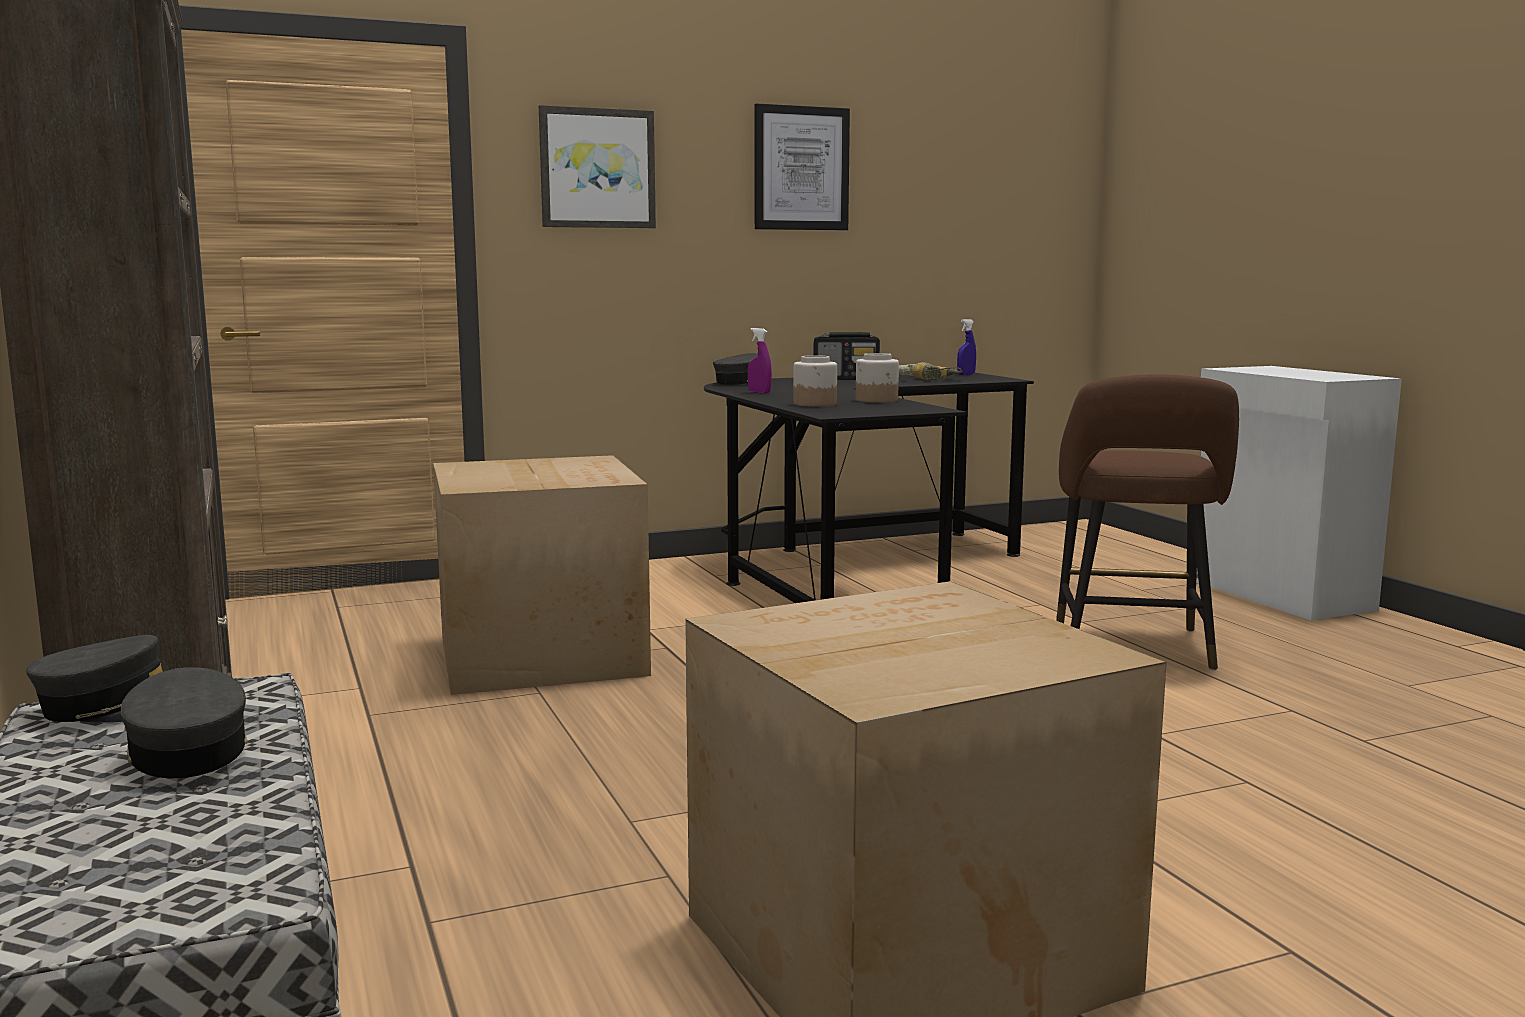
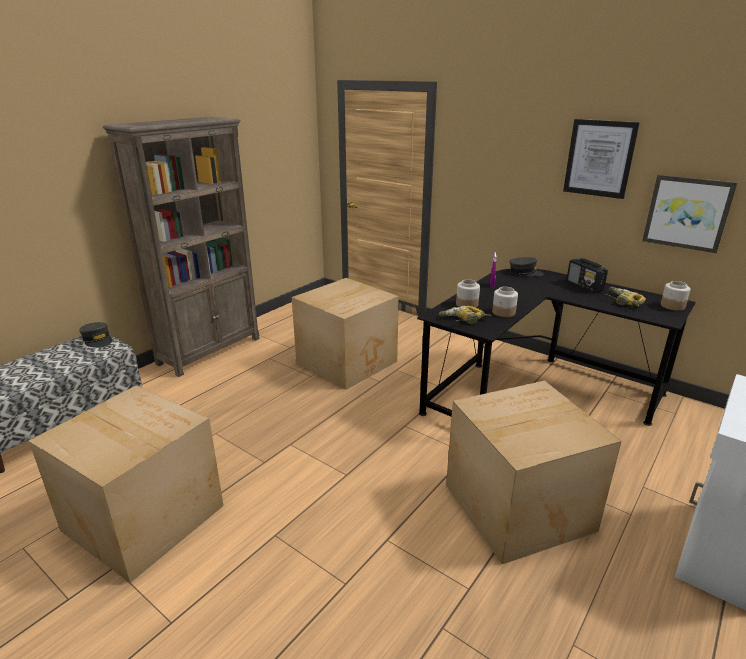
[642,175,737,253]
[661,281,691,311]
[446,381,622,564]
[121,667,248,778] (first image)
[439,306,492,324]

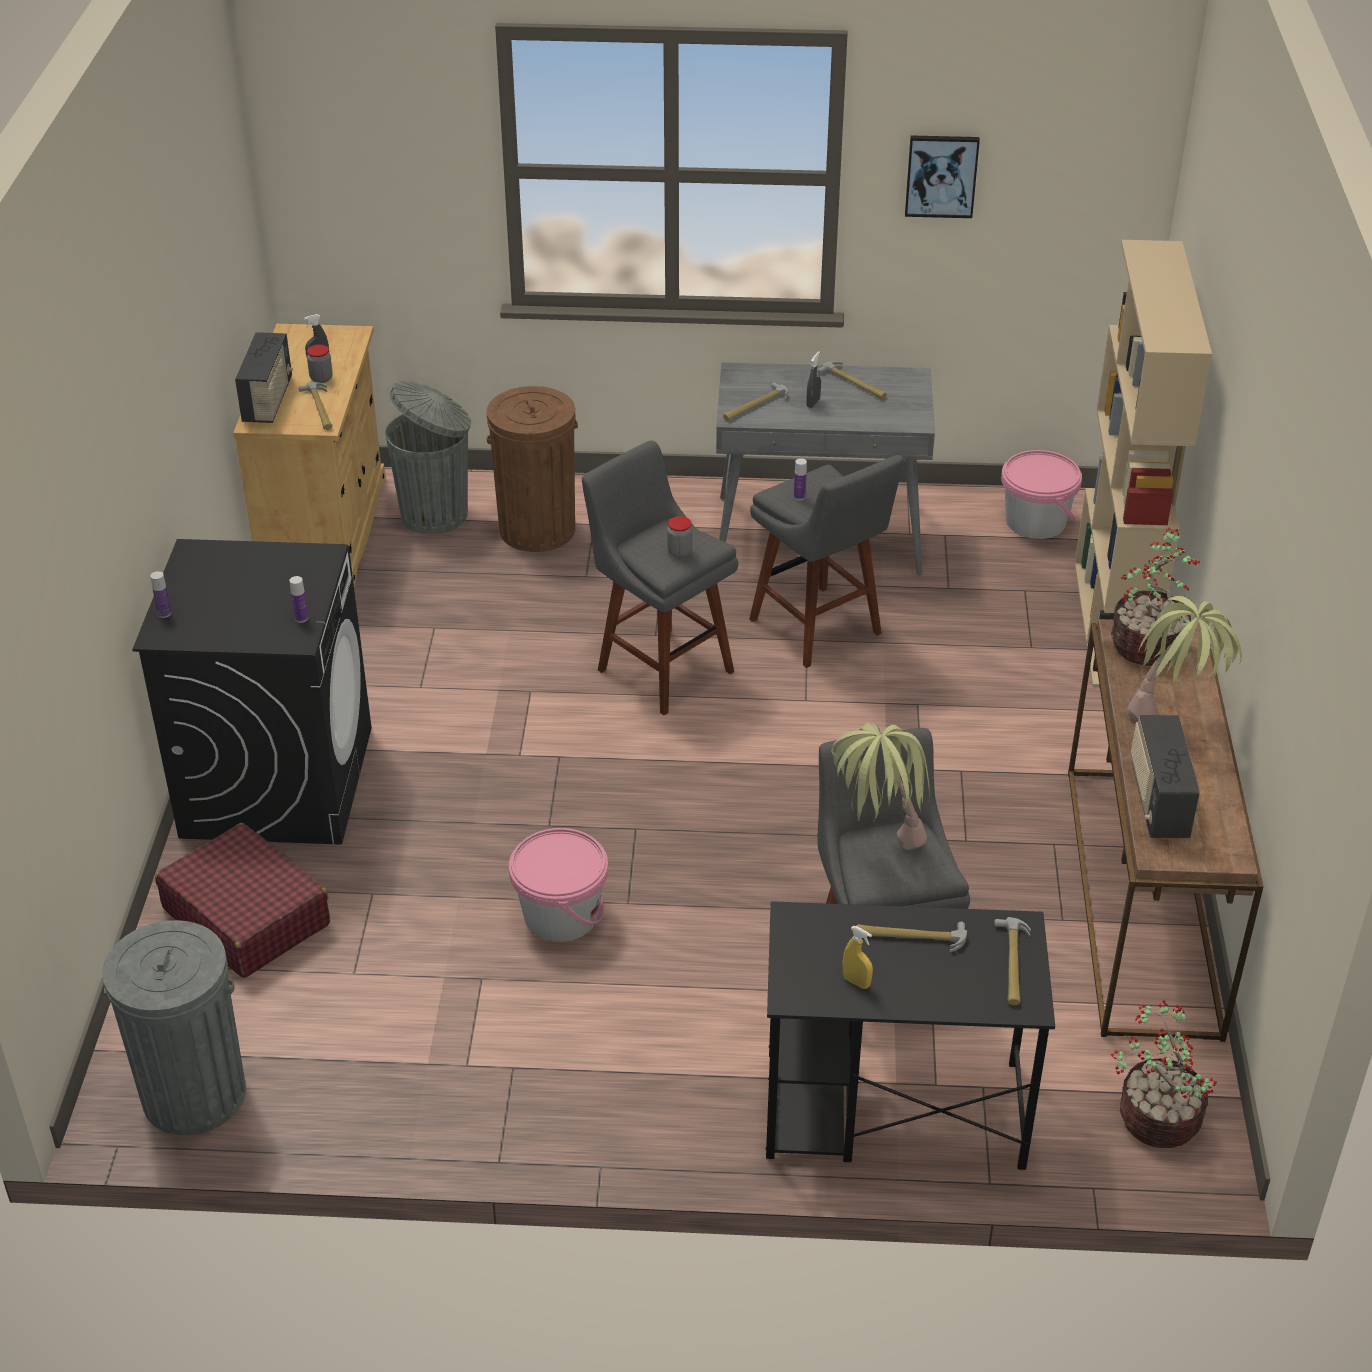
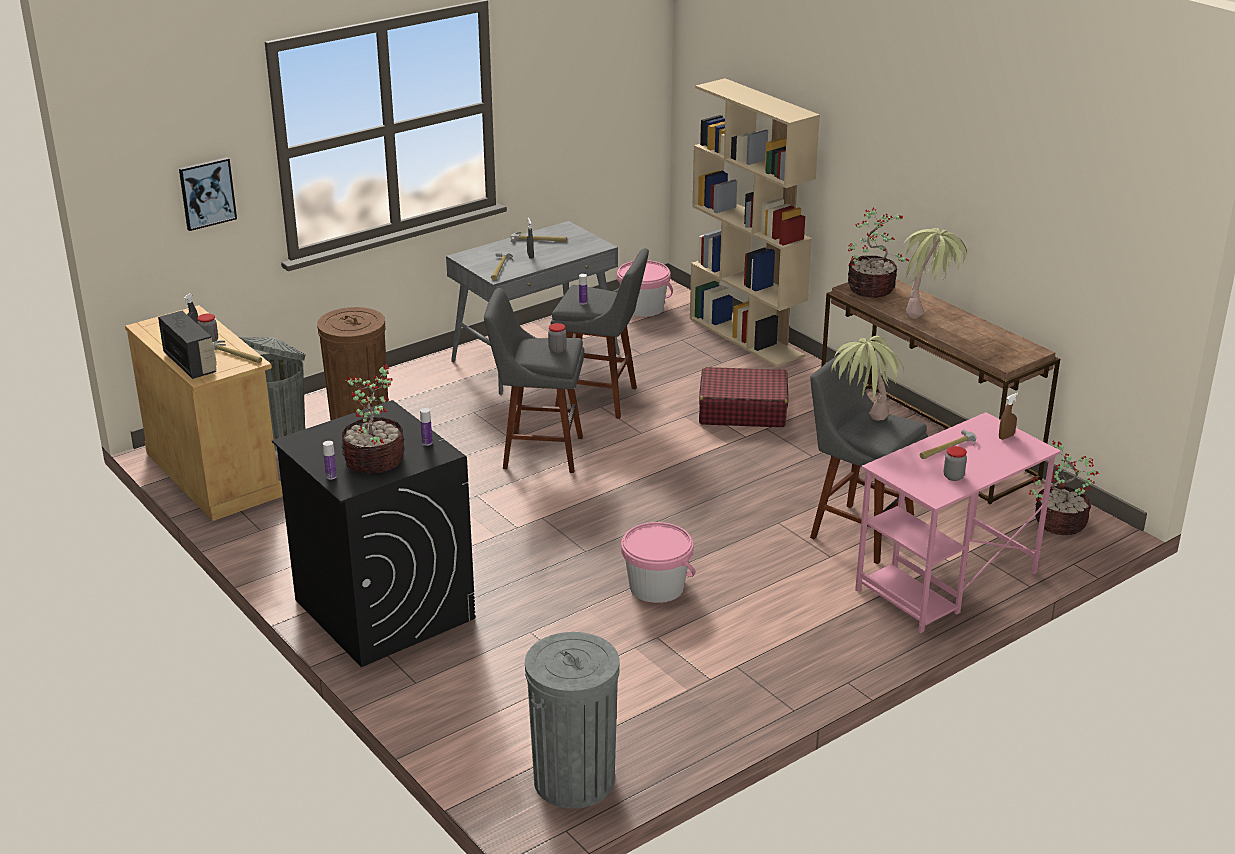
[179,157,237,231]
[1131,715,1200,838] (first image)
[699,367,788,427]
[855,412,1061,633]
[999,393,1018,440]
[944,446,967,481]
[341,364,405,474]

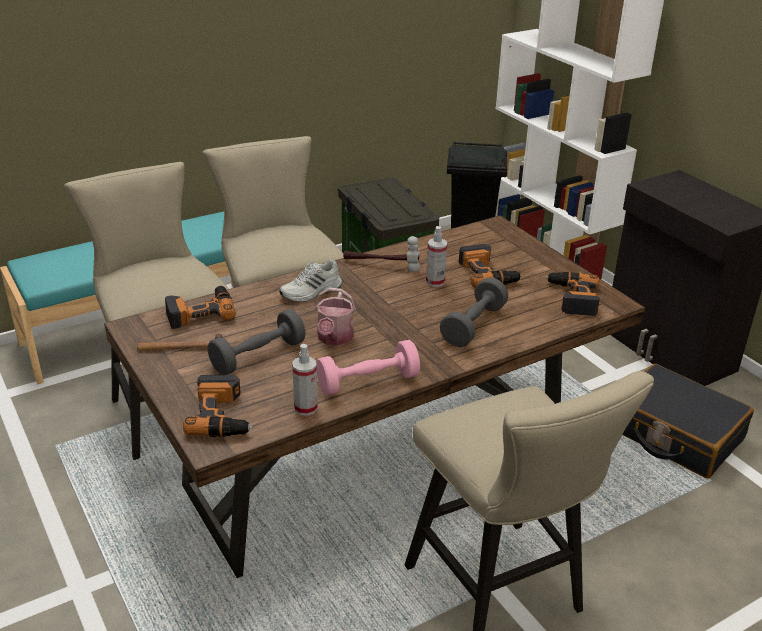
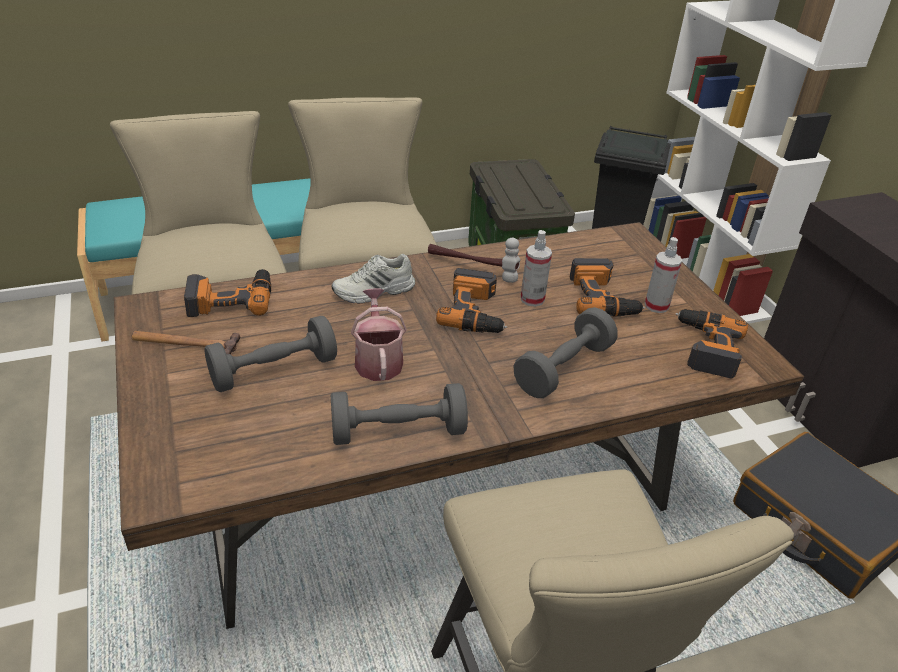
[351,289,407,381]
[331,383,468,445]
[645,237,682,313]
[436,268,508,333]

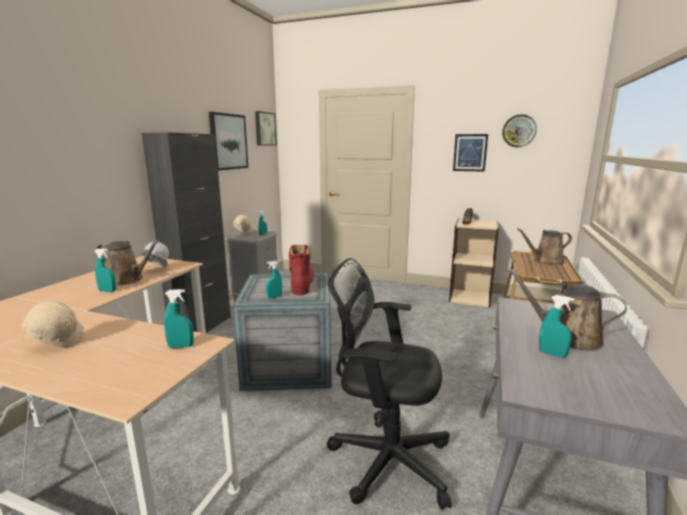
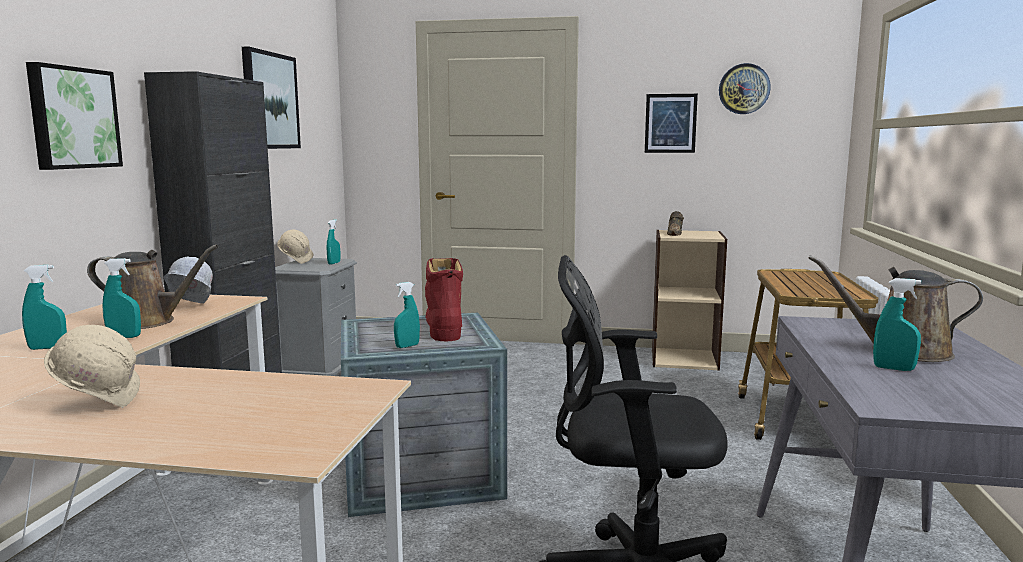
[26,62,123,170]
[517,228,572,265] (first image)
[22,265,67,350]

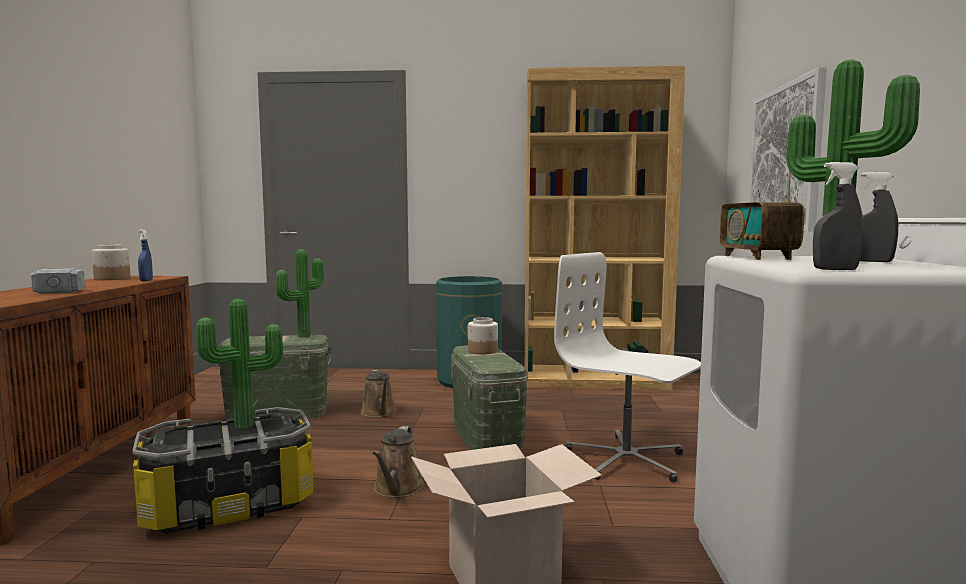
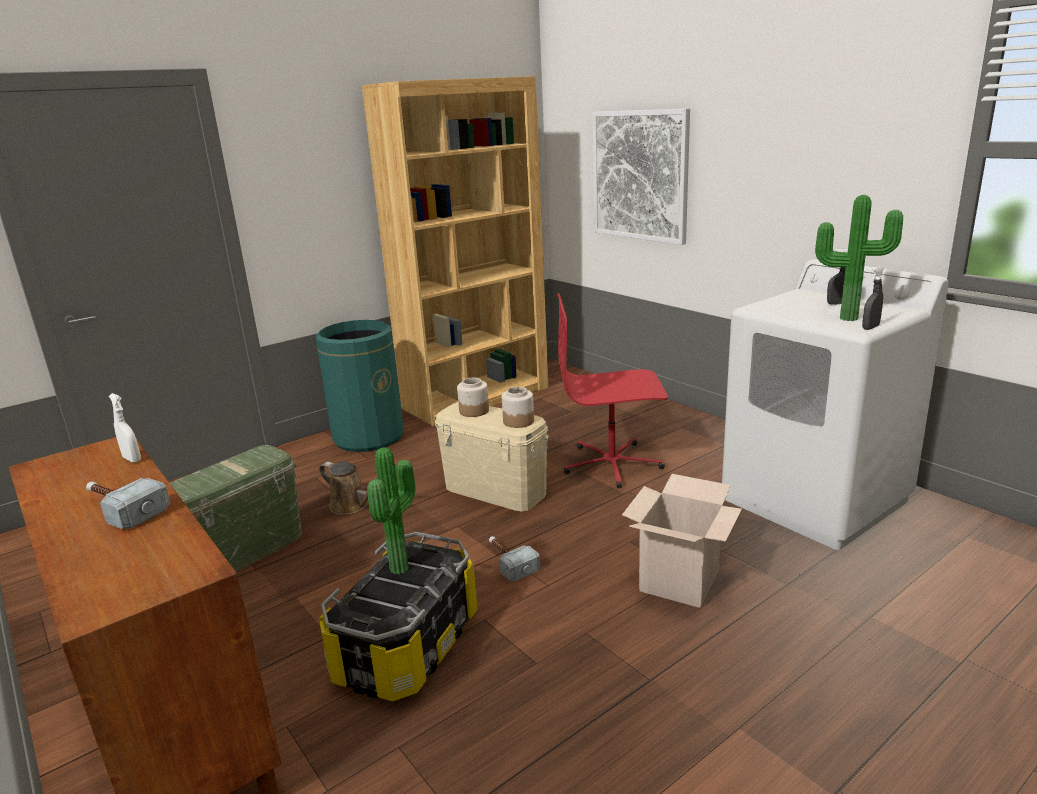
[720,170,805,260] (first image)
[109,393,141,462]
[502,387,534,428]
[276,249,324,338] (first image)
[557,293,668,488]
[435,402,550,511]
[489,536,540,581]

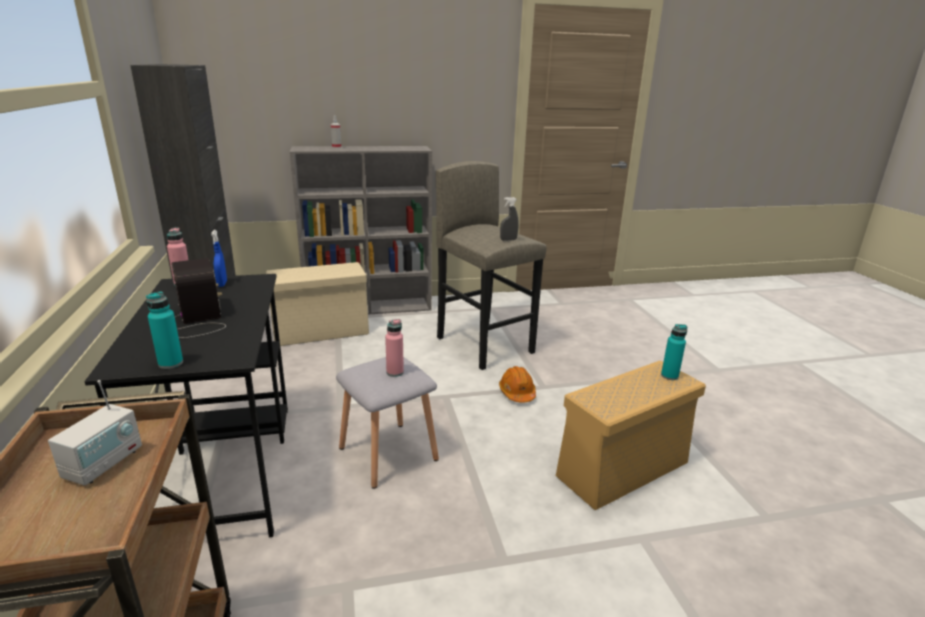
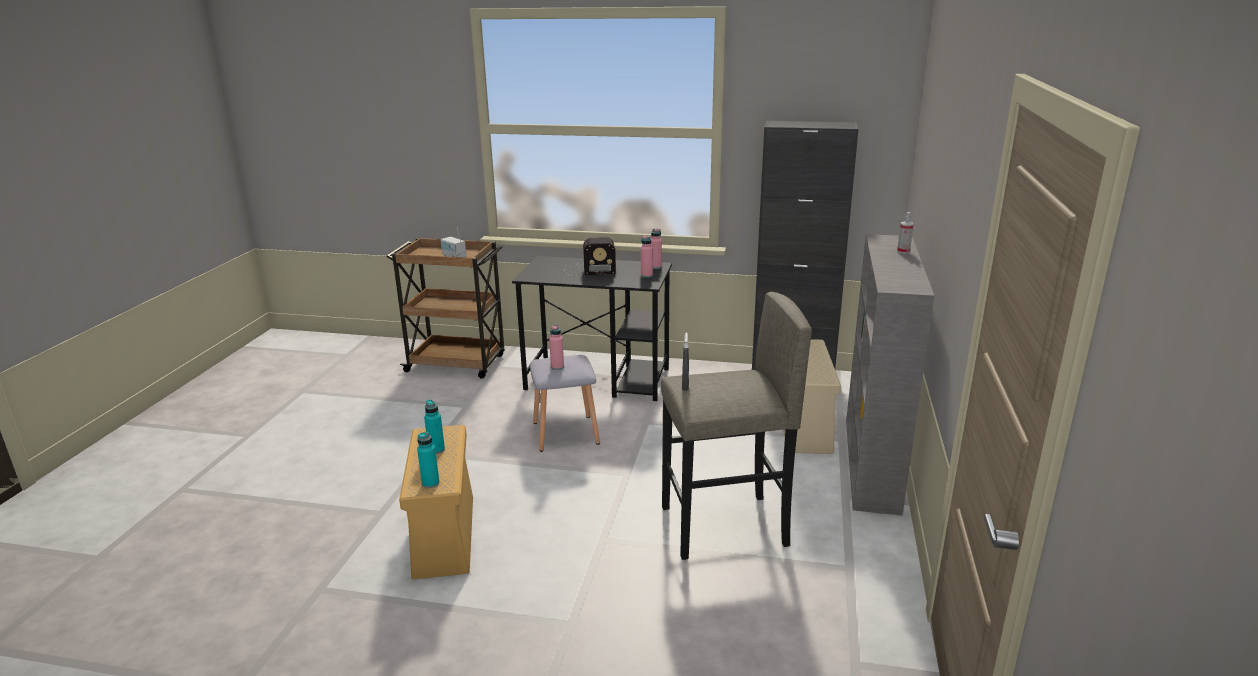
[641,236,653,278]
[424,400,445,454]
[499,366,536,403] (first image)

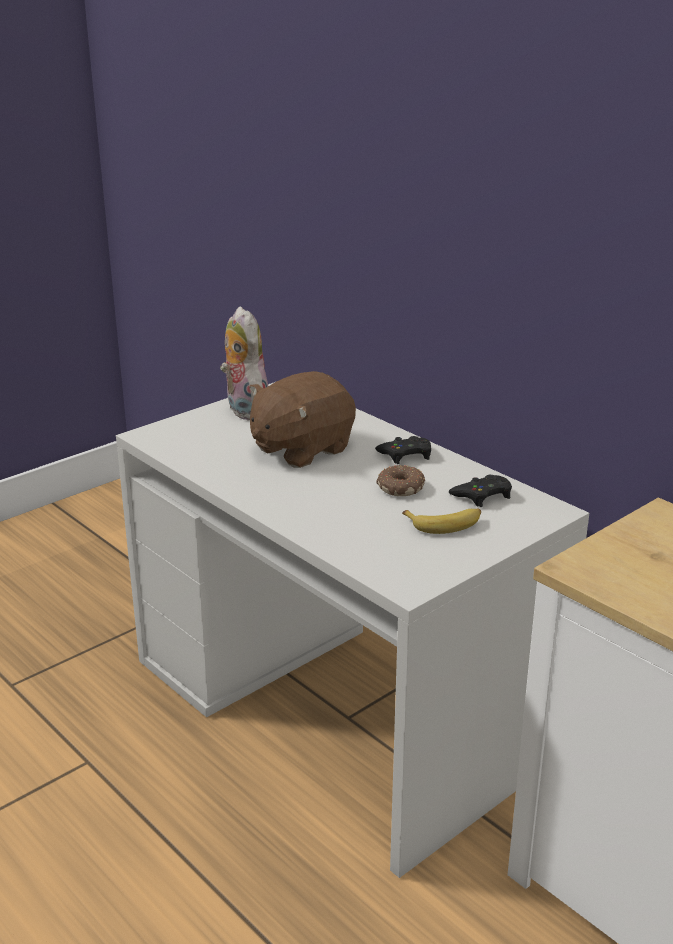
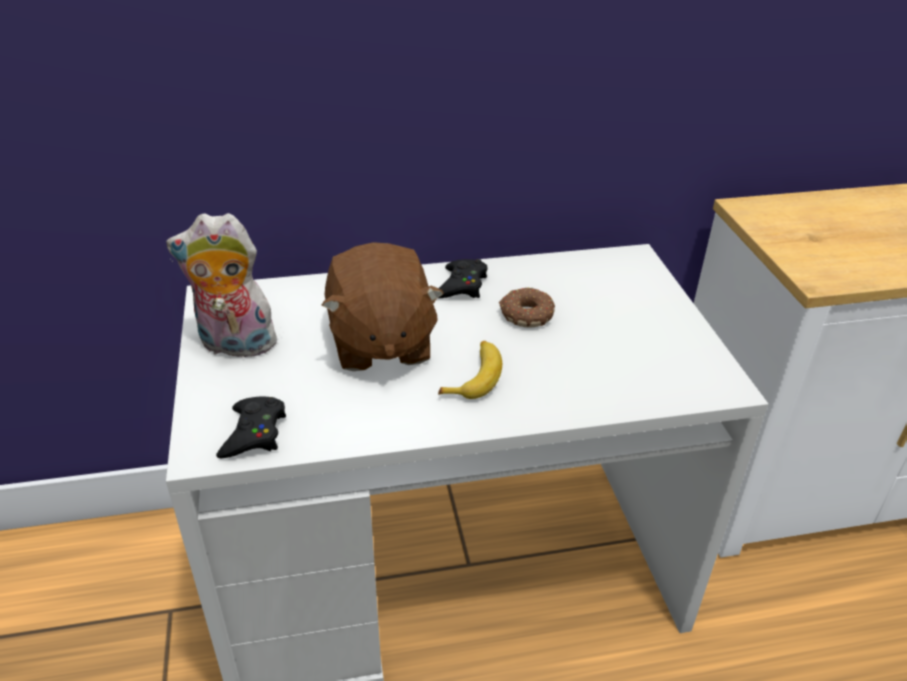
[216,396,286,459]
[438,341,502,399]

